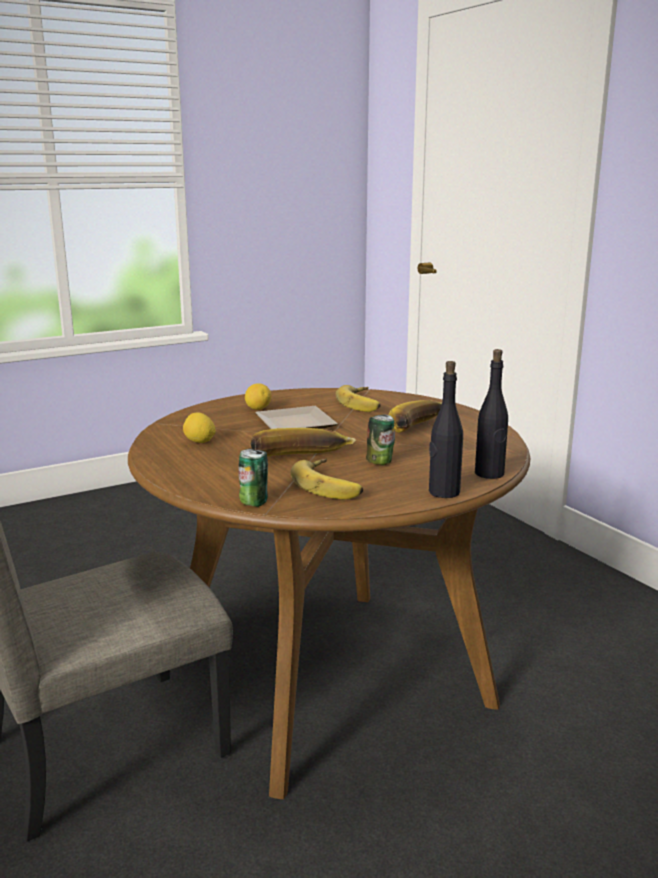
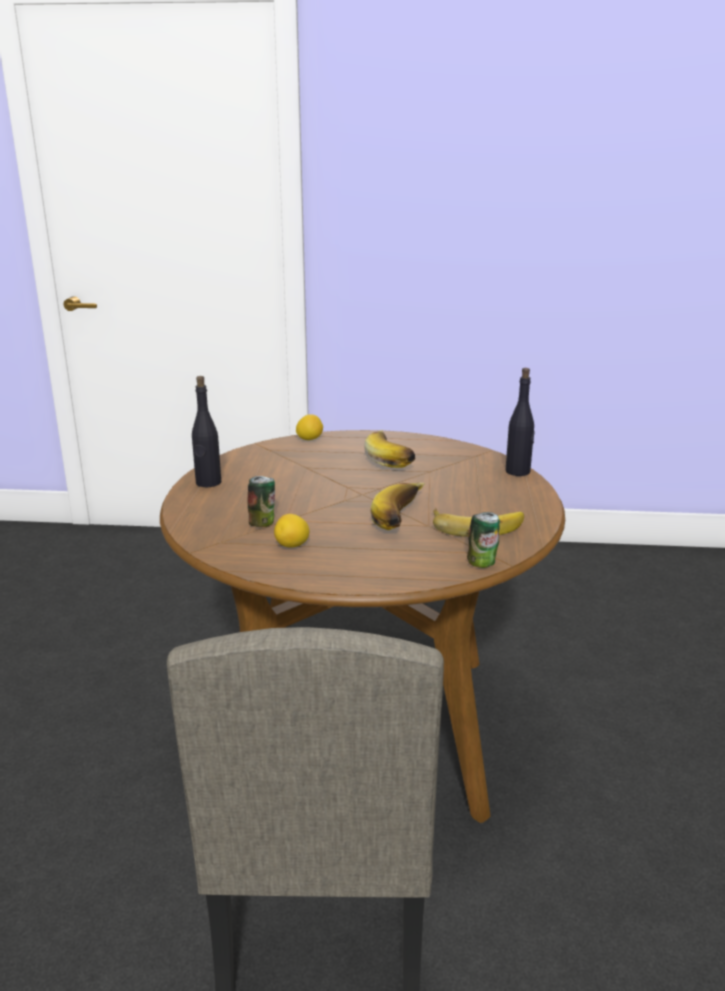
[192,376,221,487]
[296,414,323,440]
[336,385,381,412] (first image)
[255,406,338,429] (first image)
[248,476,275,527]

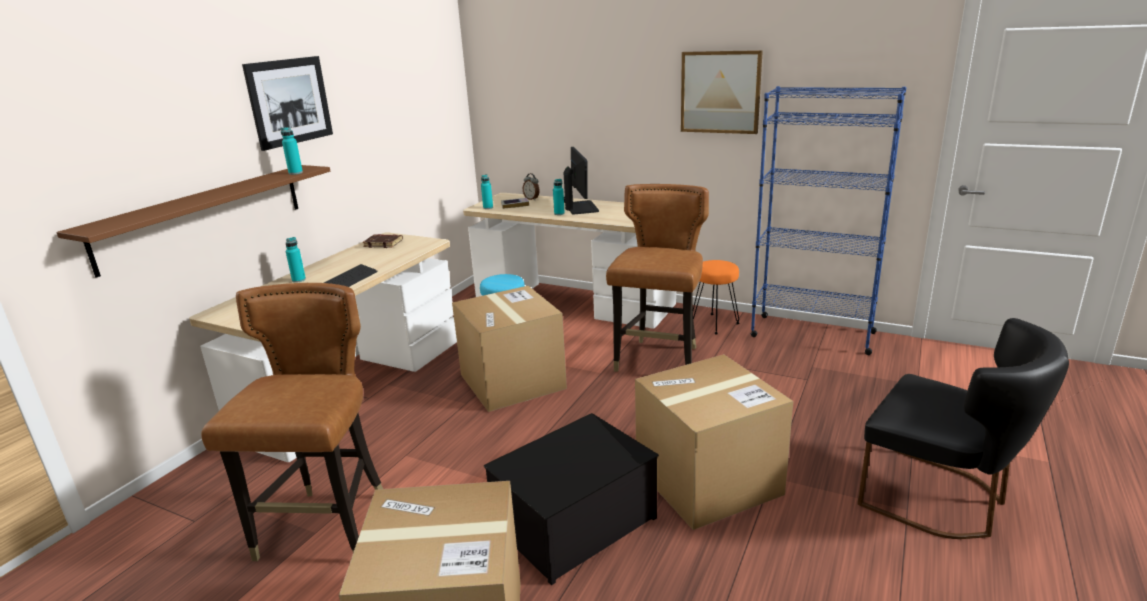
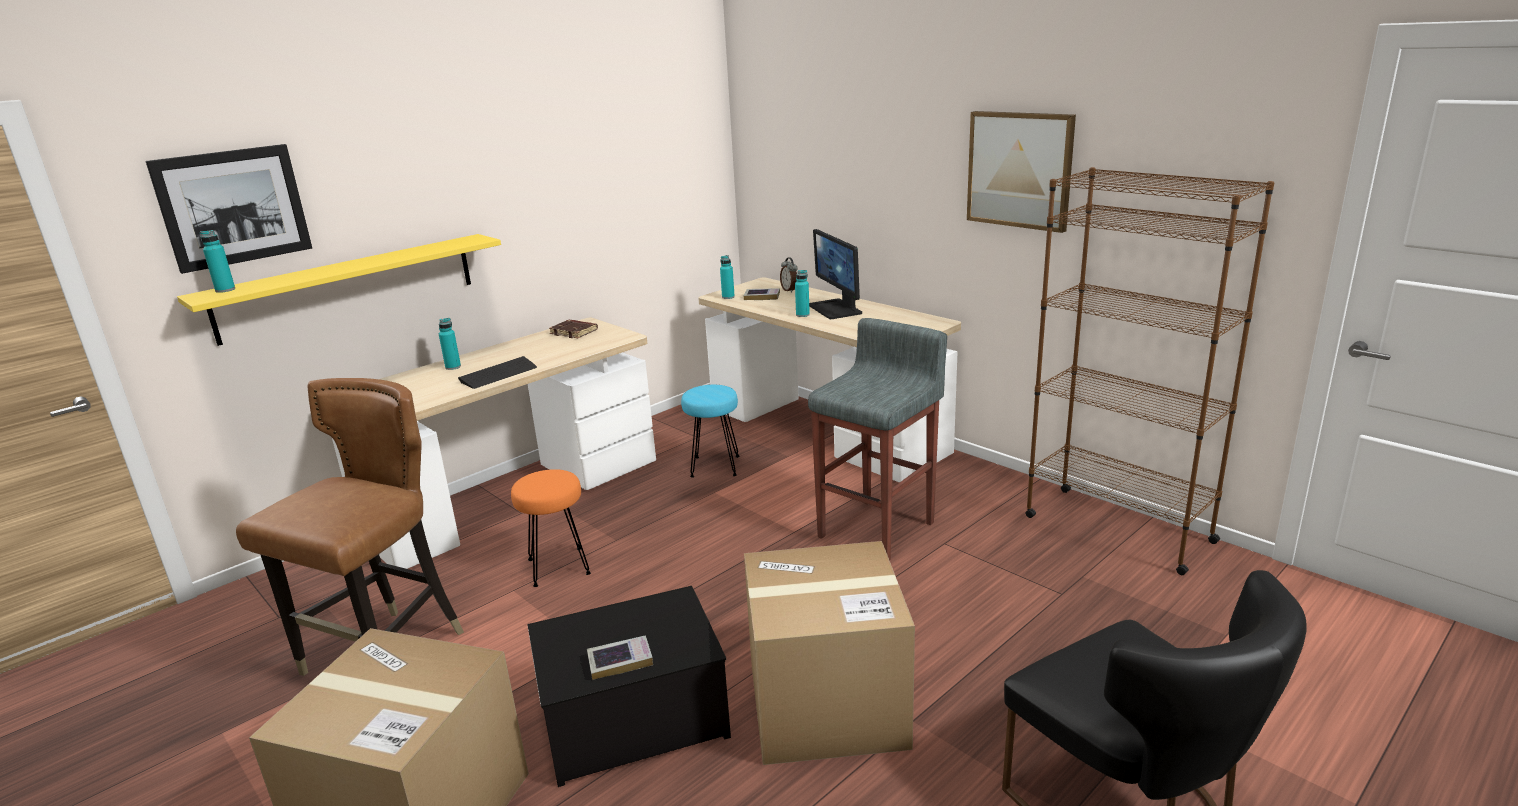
[146,144,312,274]
[1025,167,1274,575]
[200,230,235,293]
[809,229,862,319]
[177,234,501,346]
[808,318,947,561]
[511,469,591,587]
[452,286,567,412] (first image)
[587,635,653,680]

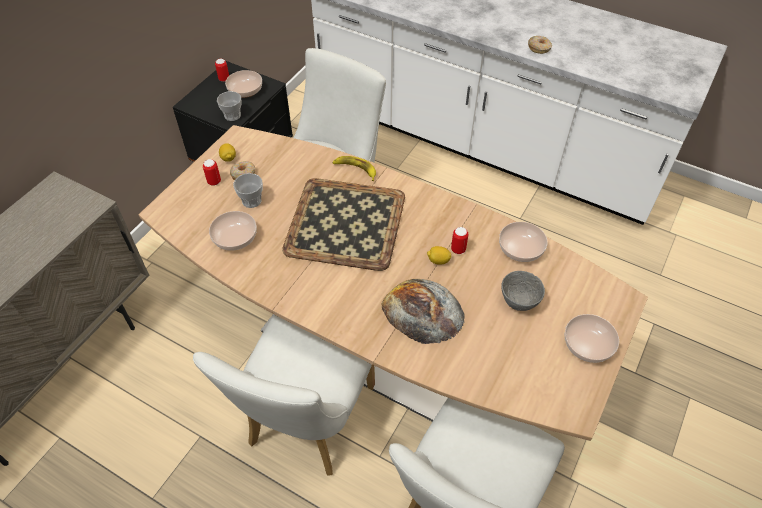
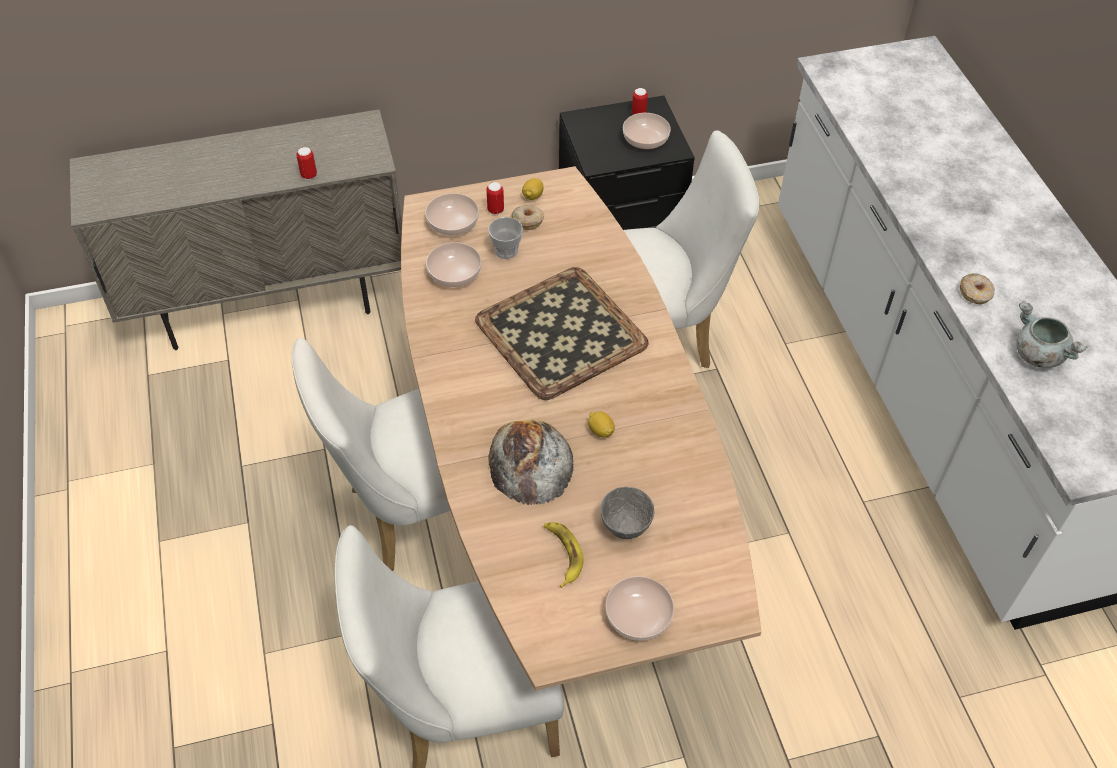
[217,91,241,121] (first image)
[544,522,584,588]
[425,193,479,235]
[297,147,317,180]
[1016,301,1088,368]

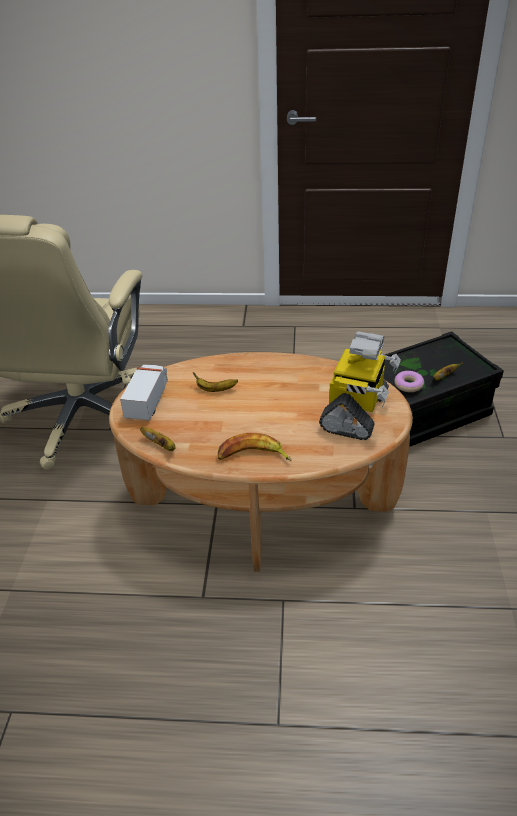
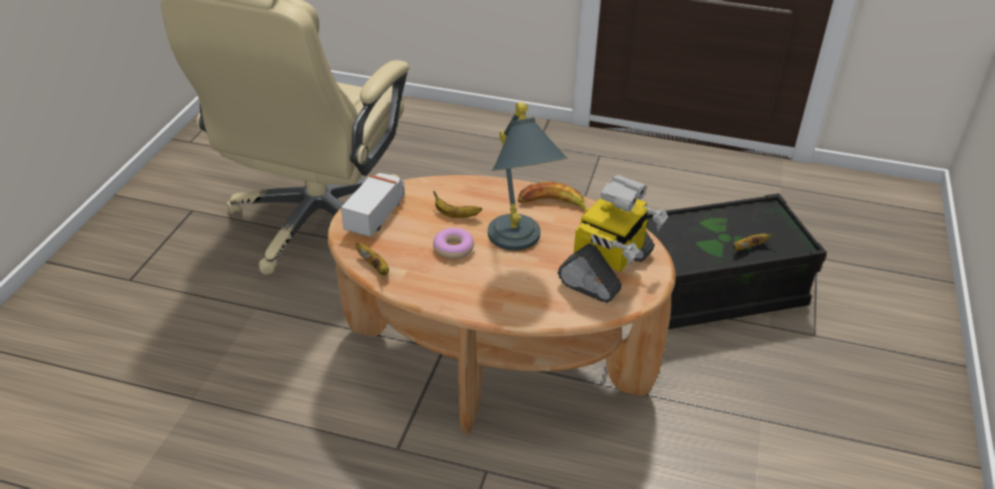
[433,228,474,259]
[518,182,588,212]
[488,102,568,251]

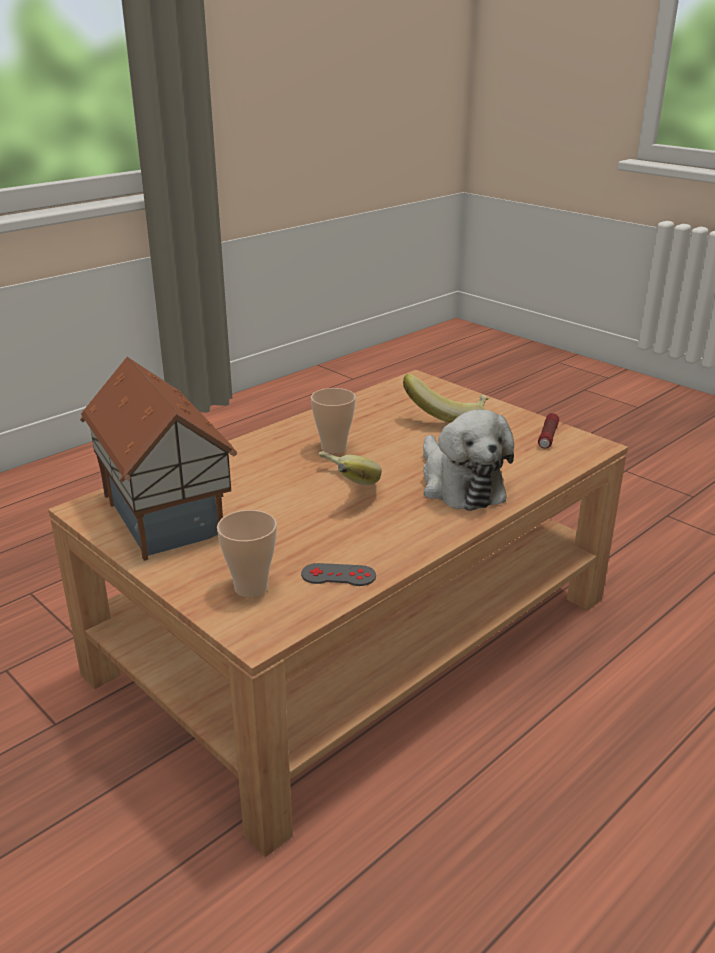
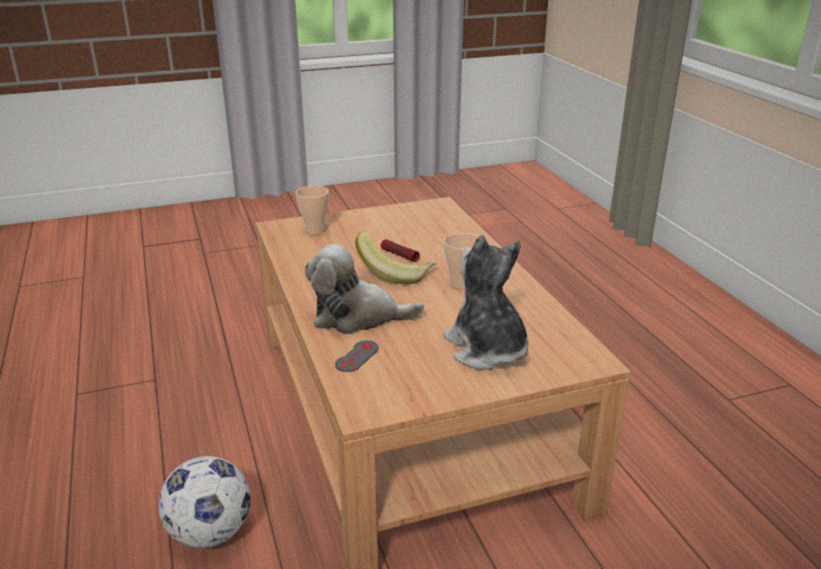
[80,357,237,561] (first image)
[444,235,528,370]
[381,239,420,262]
[335,340,379,372]
[158,456,250,548]

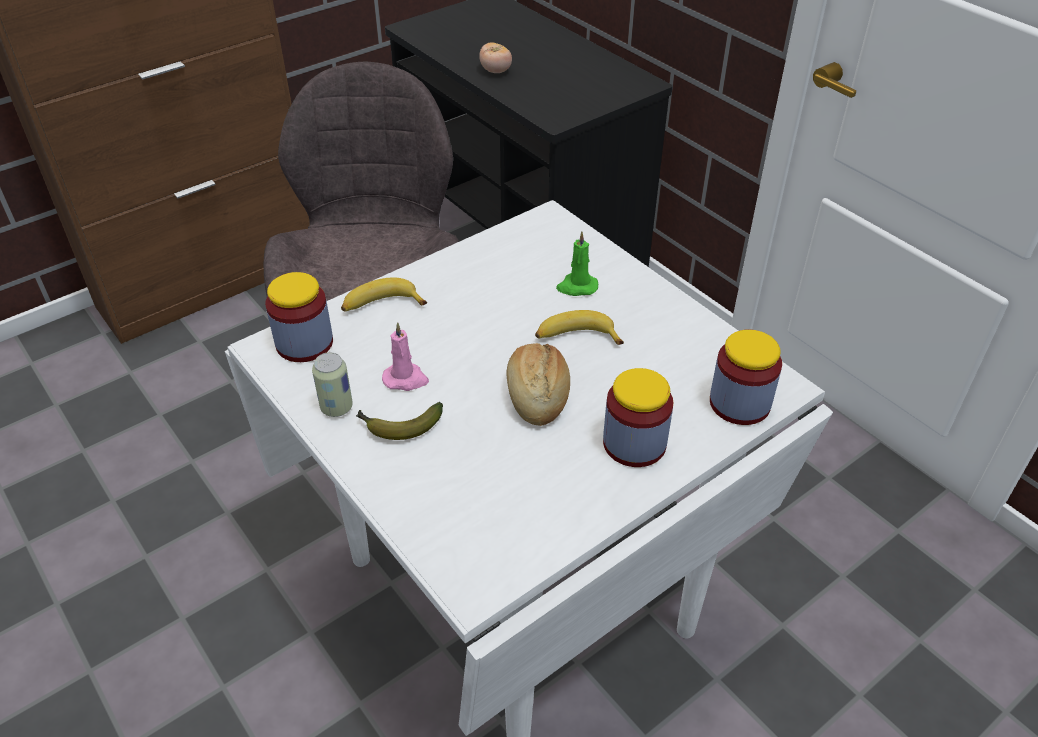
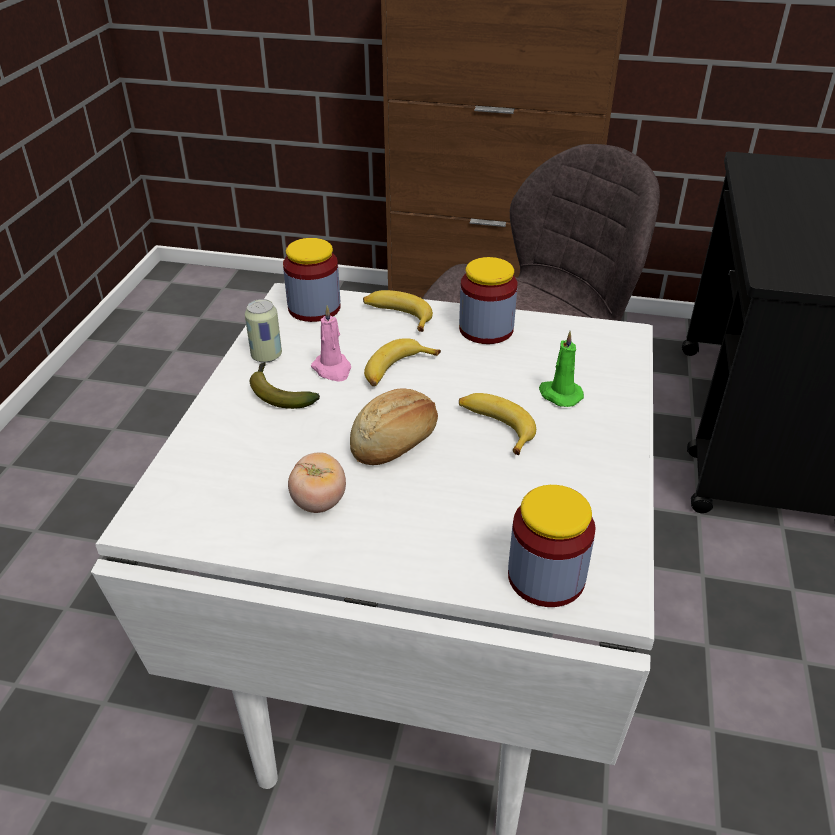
[288,453,346,513]
[459,257,517,344]
[364,338,441,386]

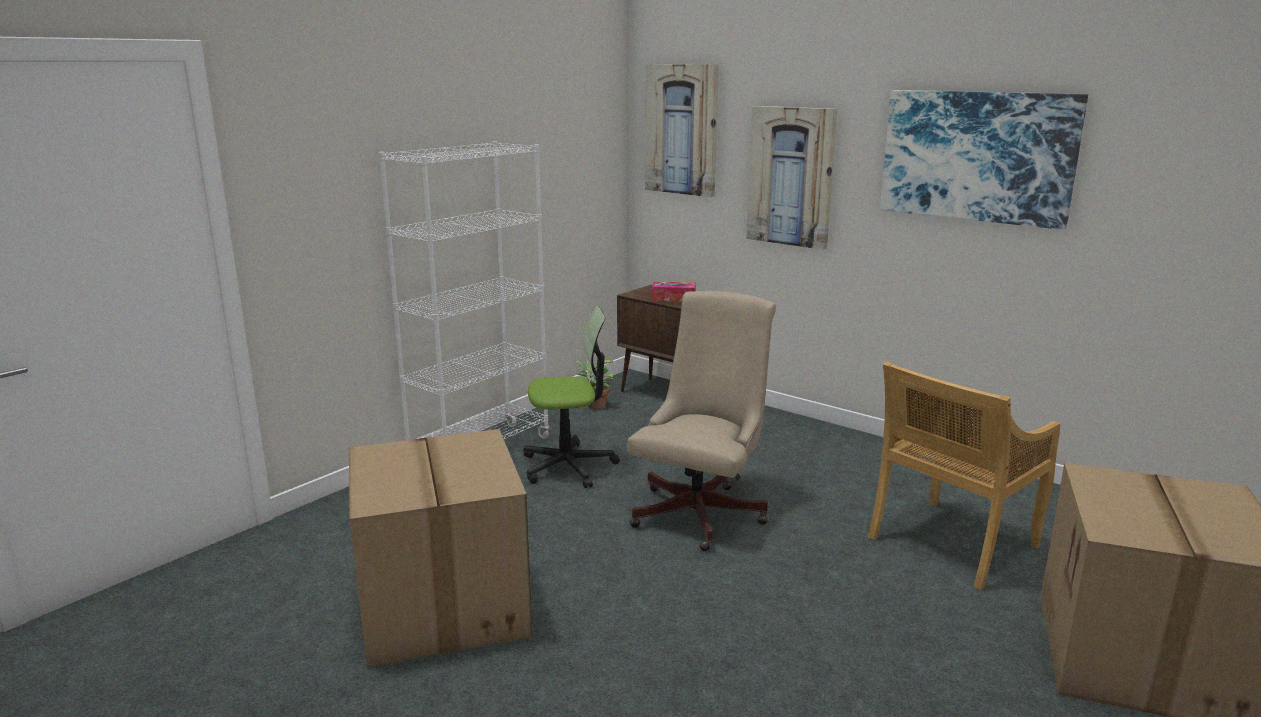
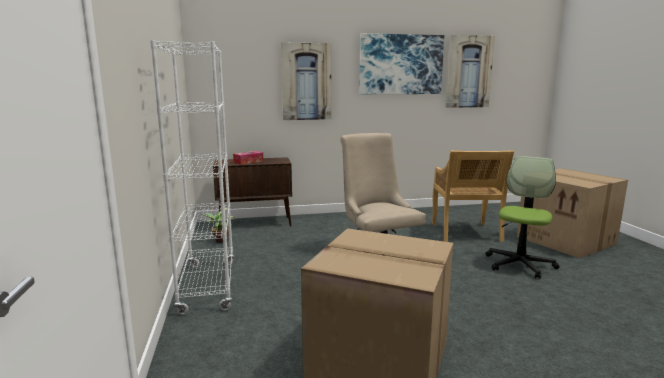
[445,35,495,108]
[485,156,560,279]

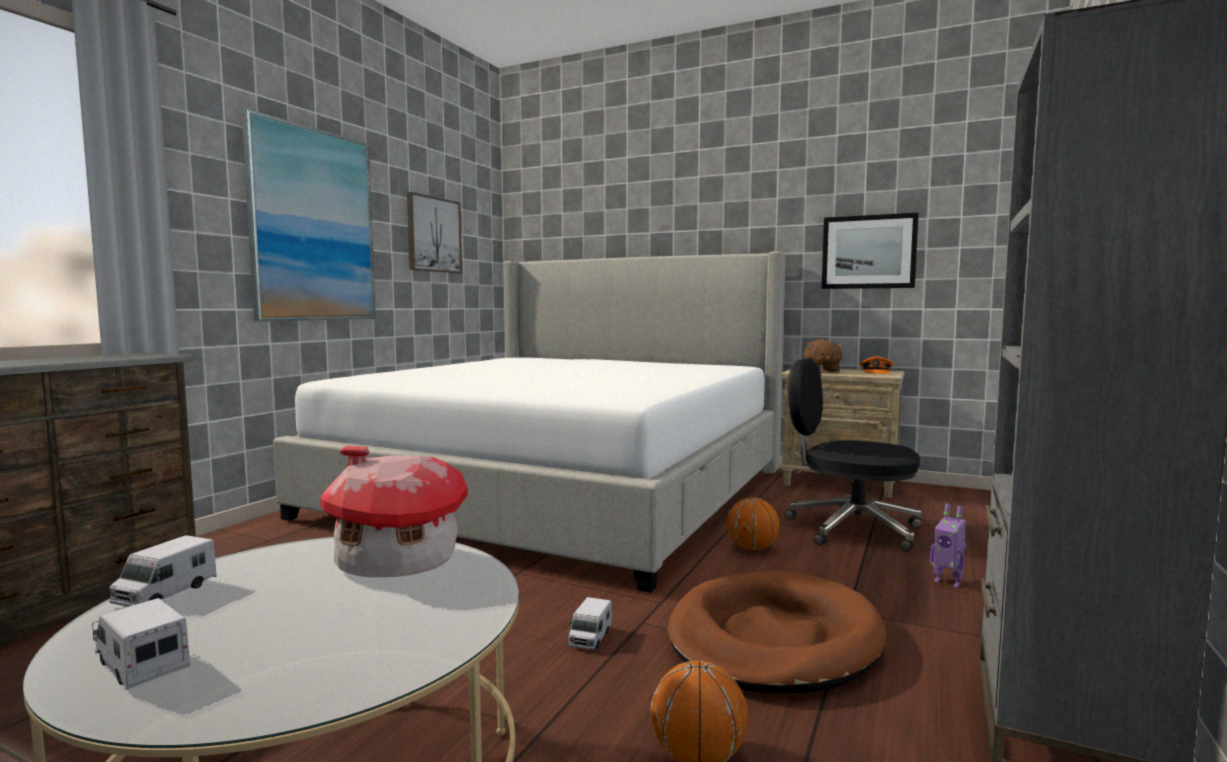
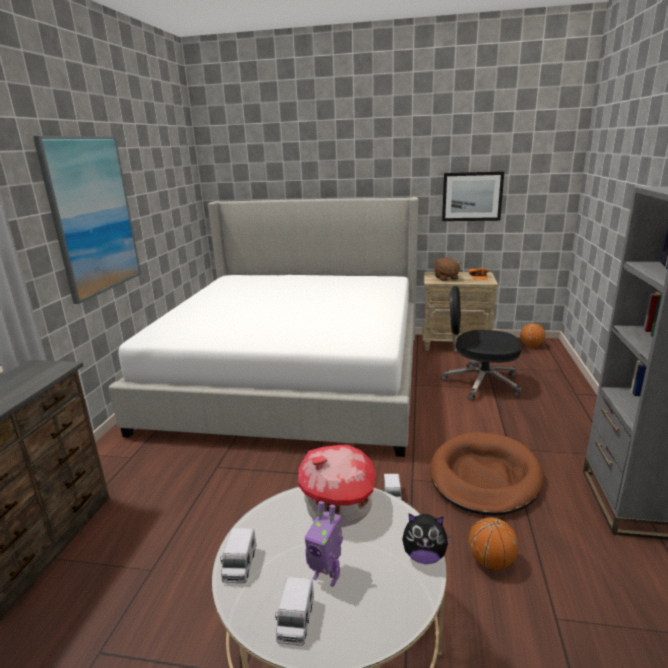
[407,192,462,273] (first image)
[520,323,545,347]
[305,501,343,587]
[275,577,314,646]
[402,514,451,564]

